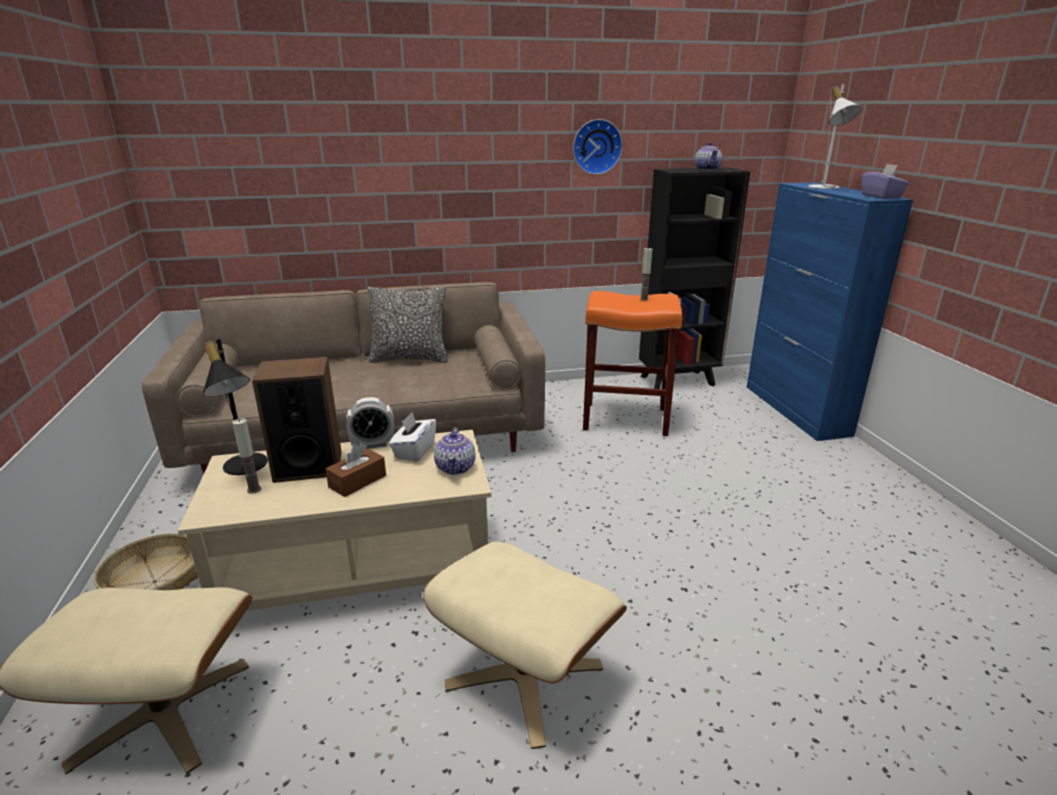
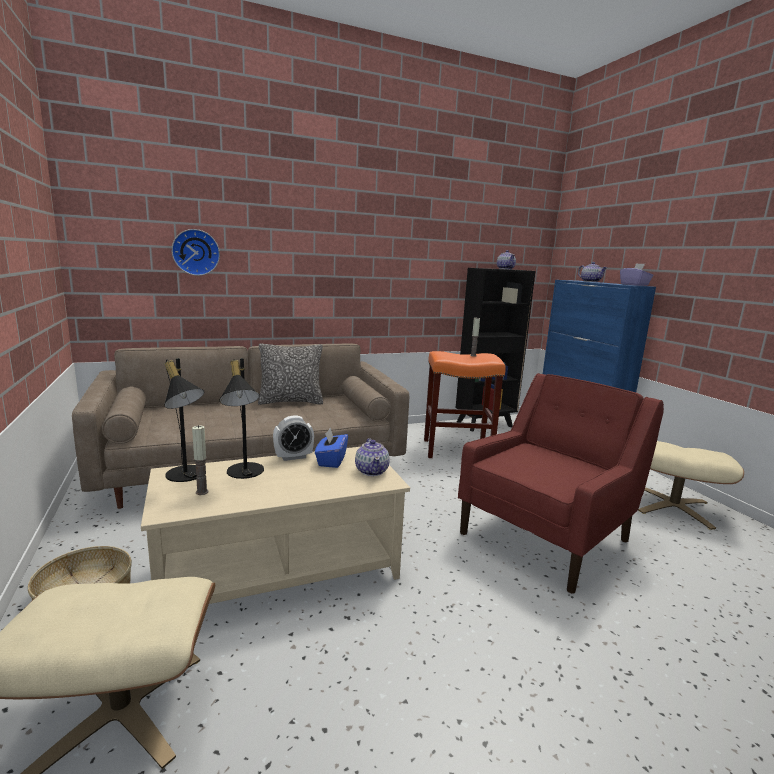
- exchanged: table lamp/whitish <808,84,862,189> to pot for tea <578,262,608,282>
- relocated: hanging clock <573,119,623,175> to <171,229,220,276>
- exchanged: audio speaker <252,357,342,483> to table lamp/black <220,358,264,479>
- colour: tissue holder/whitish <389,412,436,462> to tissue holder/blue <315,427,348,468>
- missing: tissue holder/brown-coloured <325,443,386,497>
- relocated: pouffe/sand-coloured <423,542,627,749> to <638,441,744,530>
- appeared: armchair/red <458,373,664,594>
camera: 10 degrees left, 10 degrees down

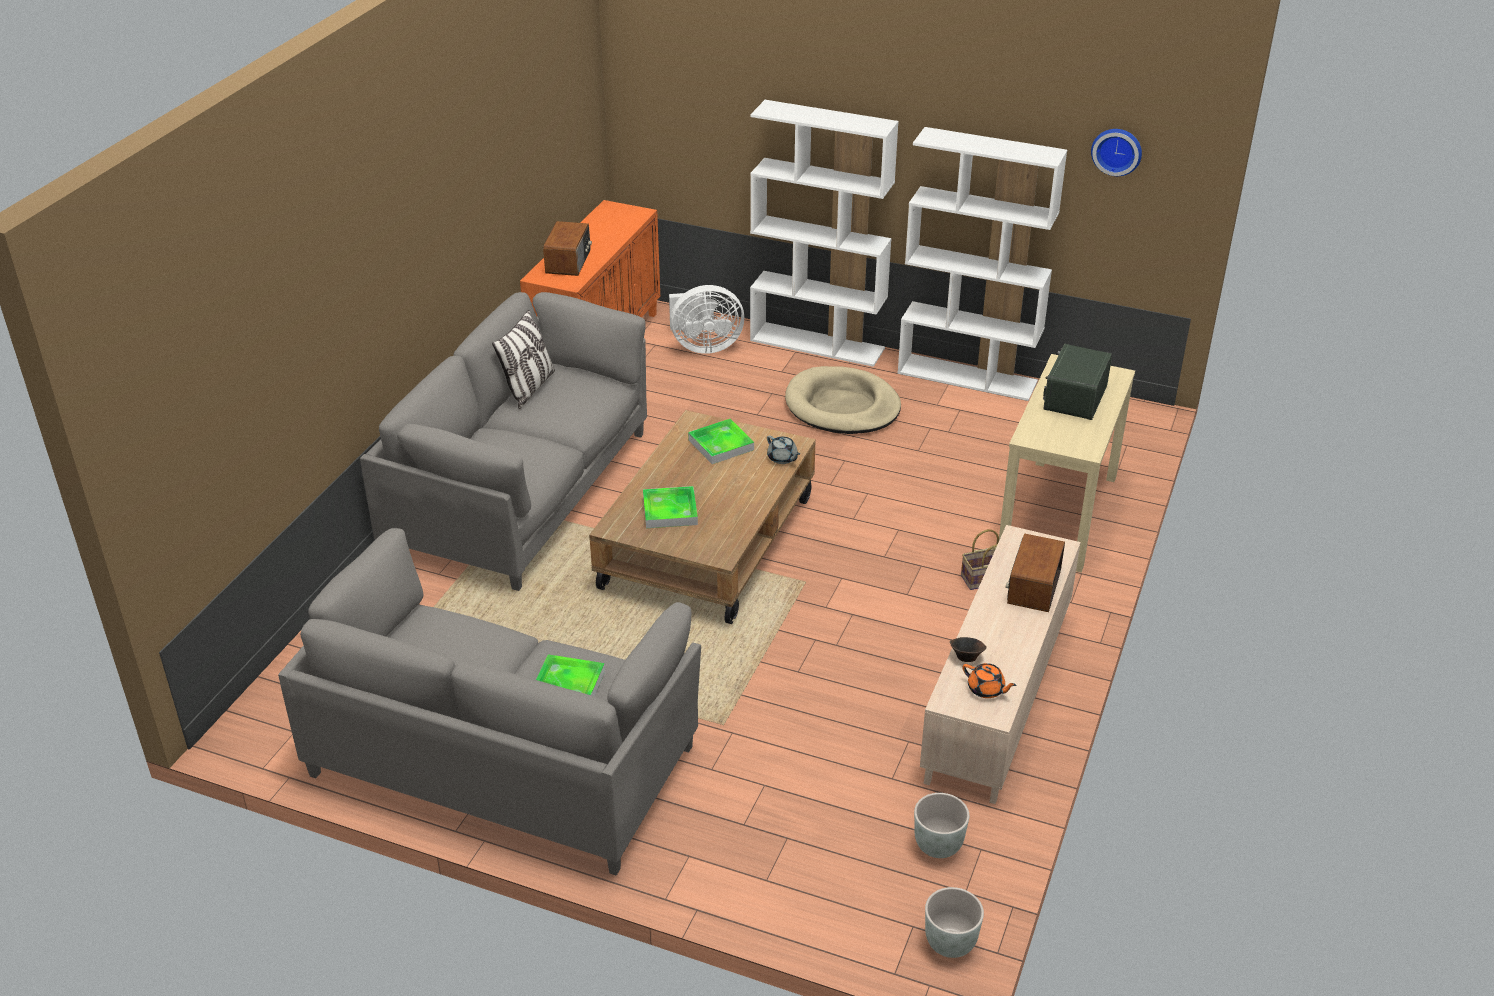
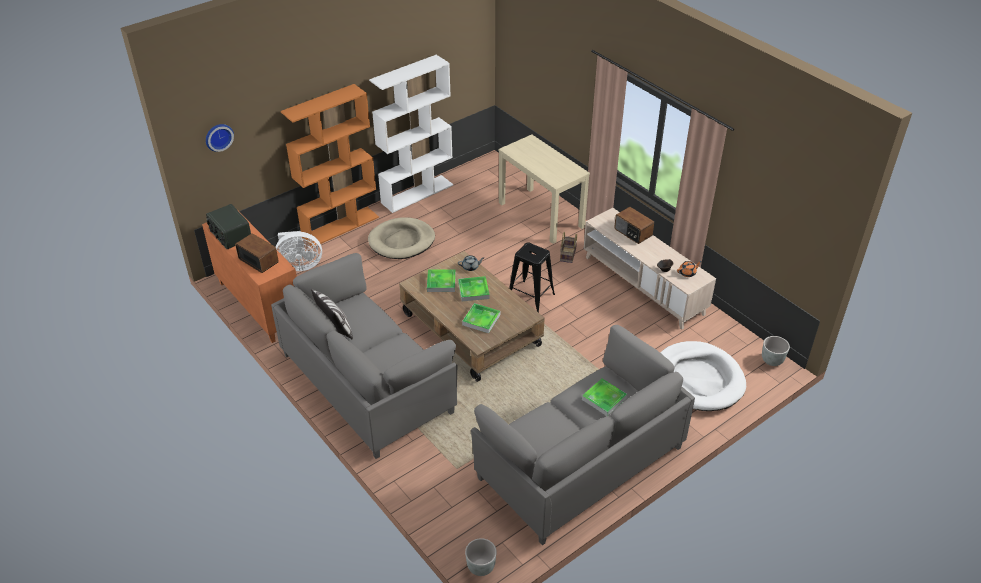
- colour: shelving unit/whitish <750,100,899,367> to shelving unit/orangey <281,84,379,248>
- relocated: hanging clock <1091,129,1142,176> to <206,124,234,152>
- spun: cooling fan/whitish <669,285,744,354> = <276,231,322,271> 60 degrees clockwise
- relocated: radio <1043,344,1112,420> to <206,204,251,250>
- relocated: flower pot/gray <914,793,969,858> to <465,538,497,576>
- appeared: stool seat/black <509,242,555,313>
- appeared: tray <458,276,490,301>
- appeared: dog bed/whitish <660,341,746,411>
camera: 60 degrees left, 5 degrees up

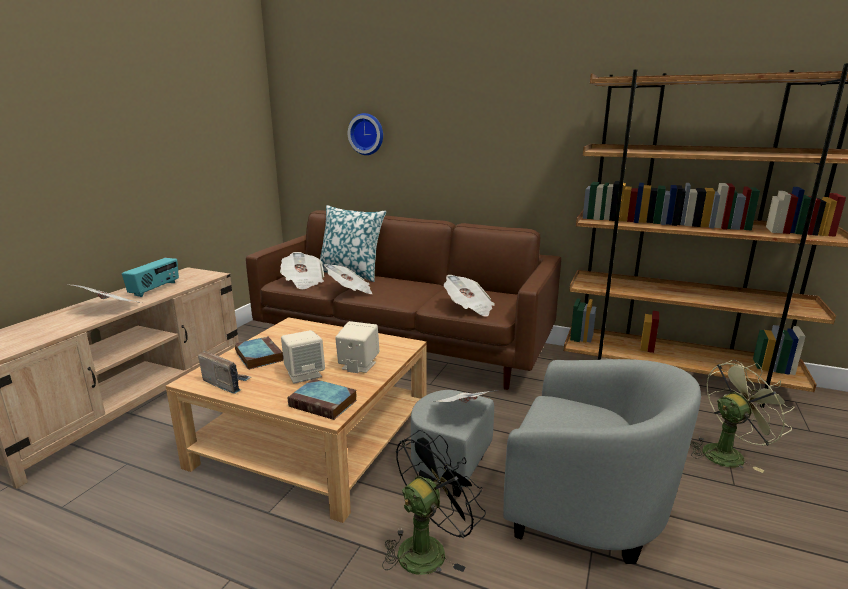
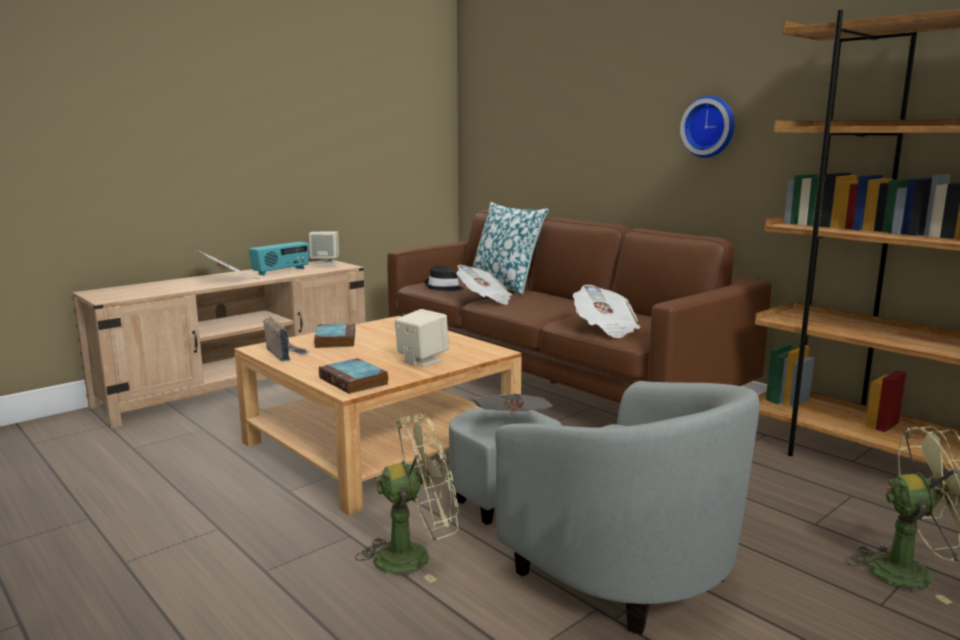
- relocated: hanging clock <348,113,383,155> to <680,96,735,158>
- exchanged: printed paper <280,252,324,289> to wearable hat/black <424,265,464,291>
- relocated: audio speaker/sand-coloured <281,330,325,384> to <309,232,339,266>
- colour: cooling fan/black <382,430,486,575> to cooling fan/green <355,414,459,583>
camera: 25 degrees right, 5 degrees down

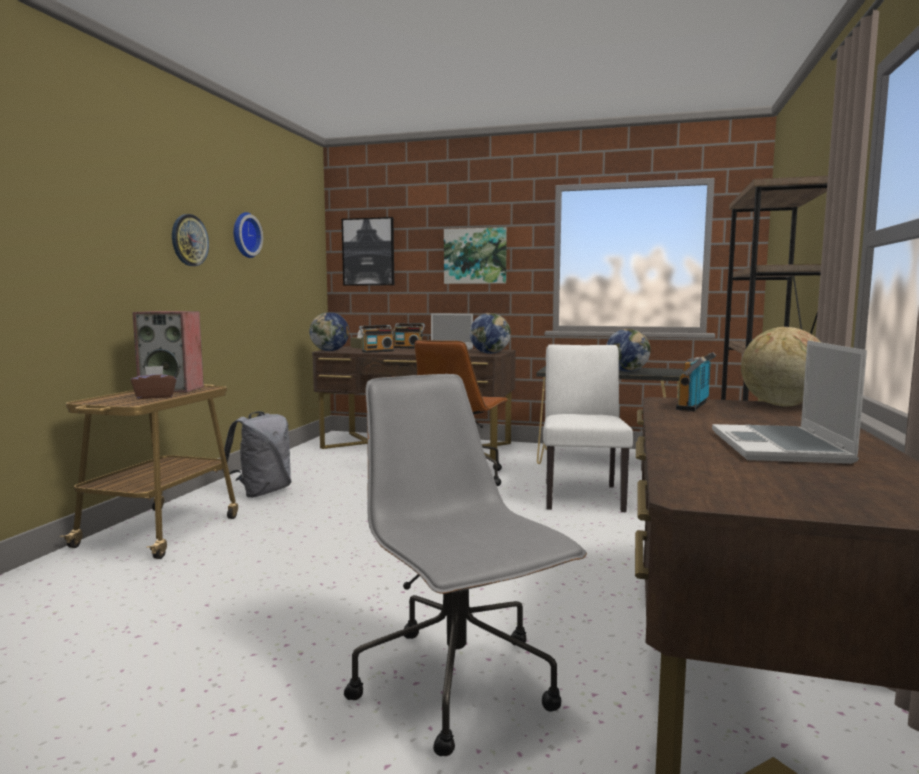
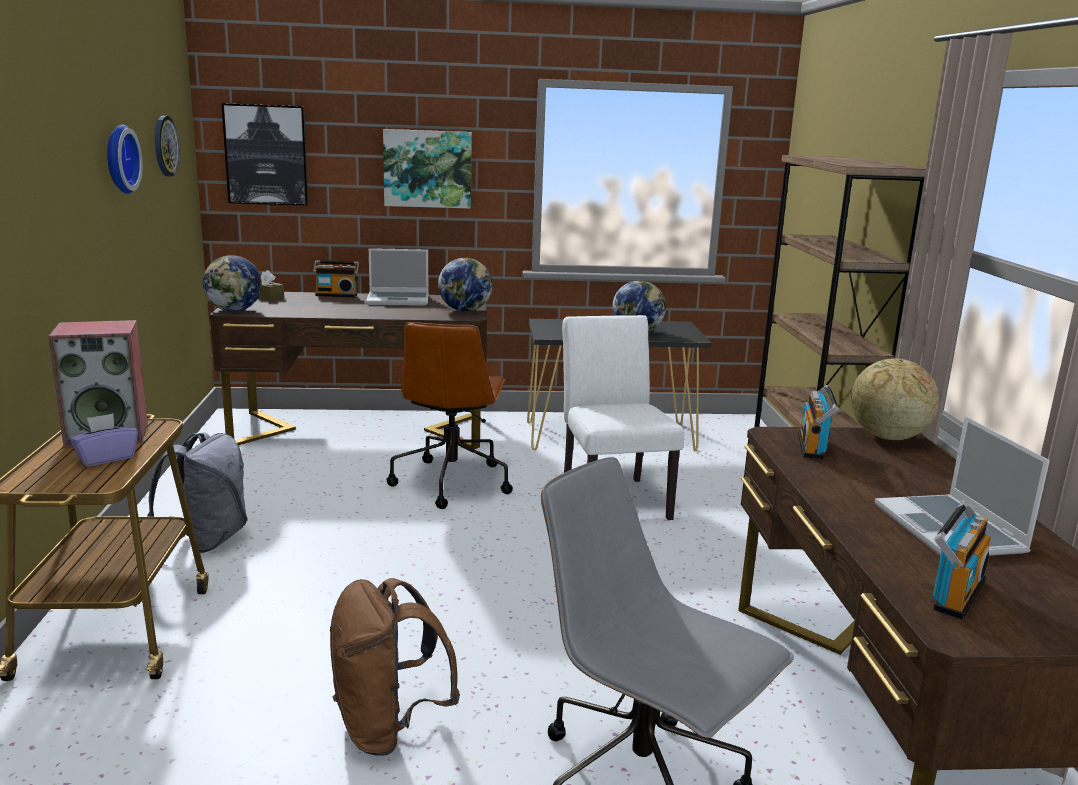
- relocated: hanging clock <172,214,209,266> to <155,116,179,177>
- relocated: radio <359,325,394,353> to <933,502,991,620>
- colour: tissue holder/brown-coloured <131,366,176,399> to tissue holder/purple-coloured <70,413,138,467>
- appeared: knapsack/brown-coloured <330,578,460,756>
camera: 20 degrees left, 10 degrees up

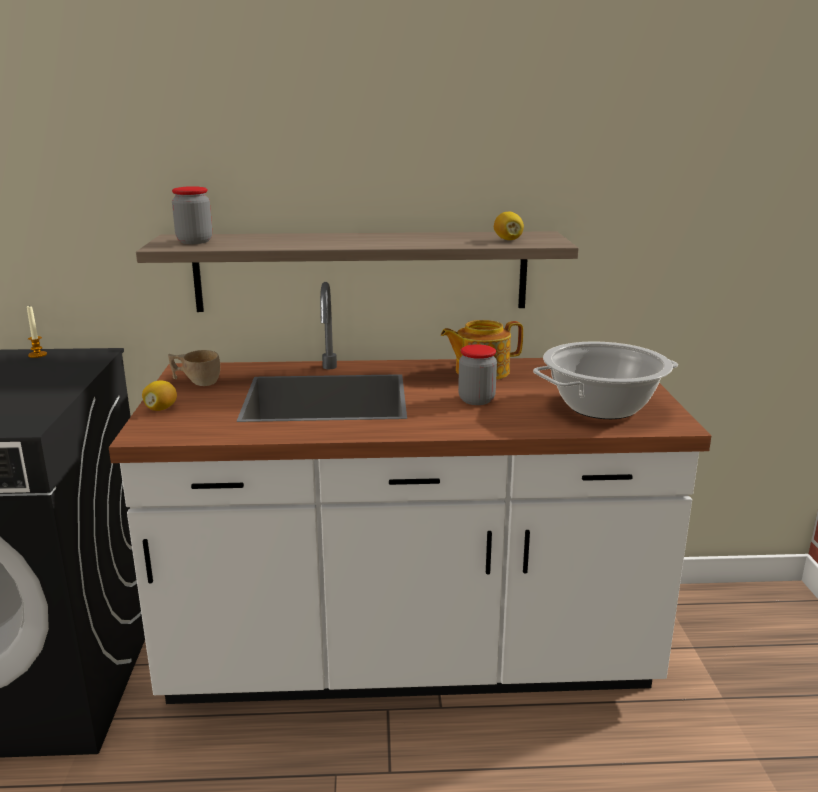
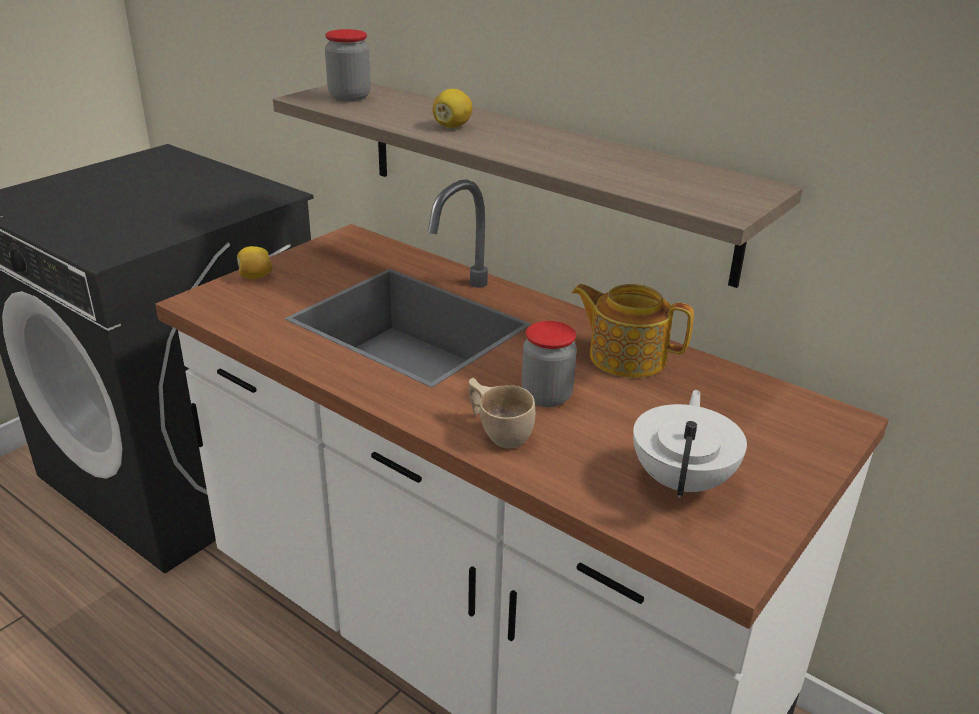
- relocated: citrus fruit <494,212,524,240> to <433,89,472,128>
- missing: candle <27,306,47,358>
- exchanged: stockpot <533,341,678,419> to pot for tea/whitish <633,390,747,498>
- relocated: drinking cup/sand-coloured <168,350,220,386> to <469,378,535,449>
camera: 40 degrees right, 10 degrees up

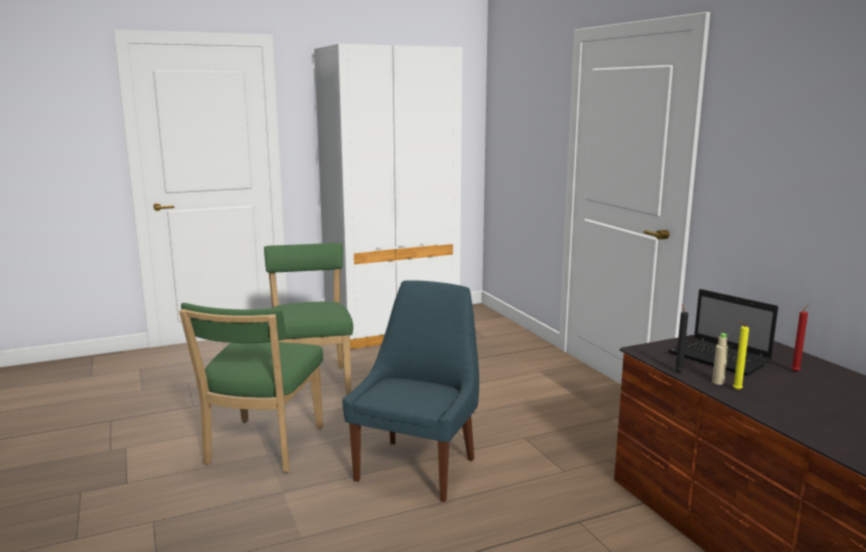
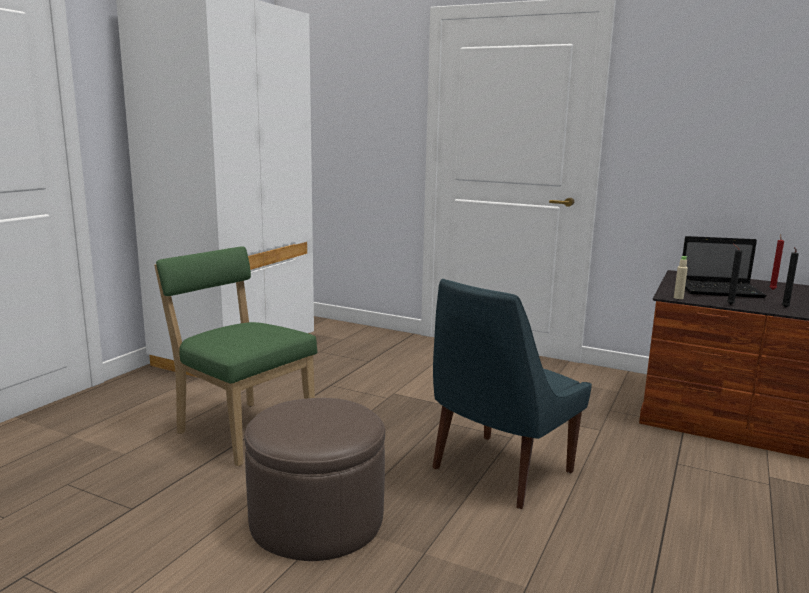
- spun: chair/blue <342,280,479,502> = <432,279,592,509> 120 degrees counterclockwise
- exchanged: chair/green <179,303,323,473> to pouffe/brown-coloured <245,398,385,561>
- colour: candle/yellow <733,320,749,390> to candle/black <782,247,799,308>
- relocated: beverage bottle/sand-coloured <712,333,729,385> to <674,256,688,299>
camera: 40 degrees left, 0 degrees up

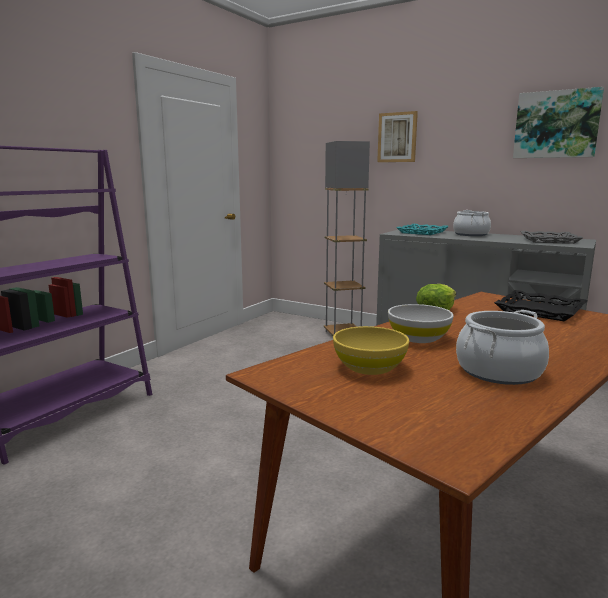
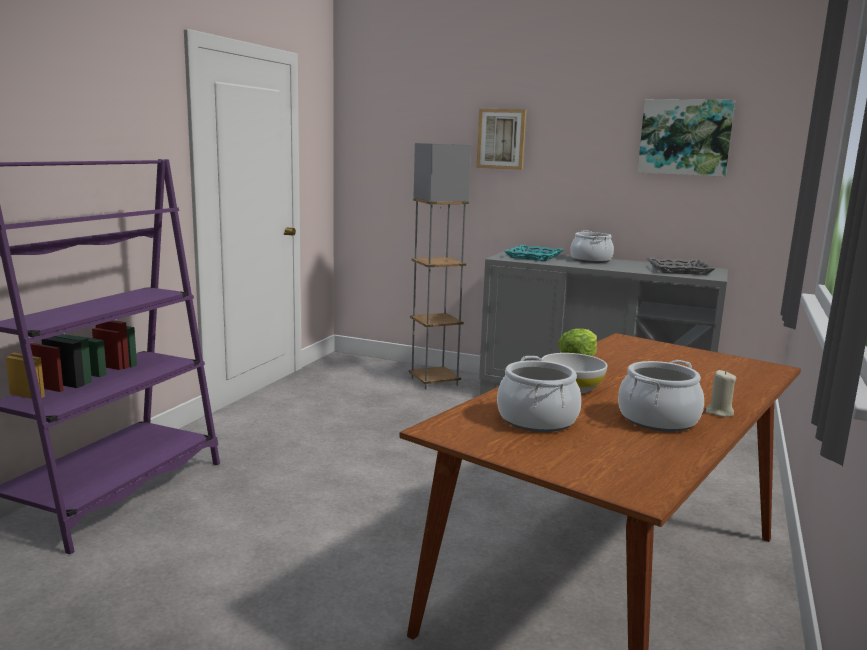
- missing: tray/black <494,290,587,321>
- exchanged: bowl/yellow <333,326,409,375> to stockpot <497,356,581,432>
- appeared: candle/sand-coloured <706,370,736,417>
camera: 10 degrees left, 0 degrees up

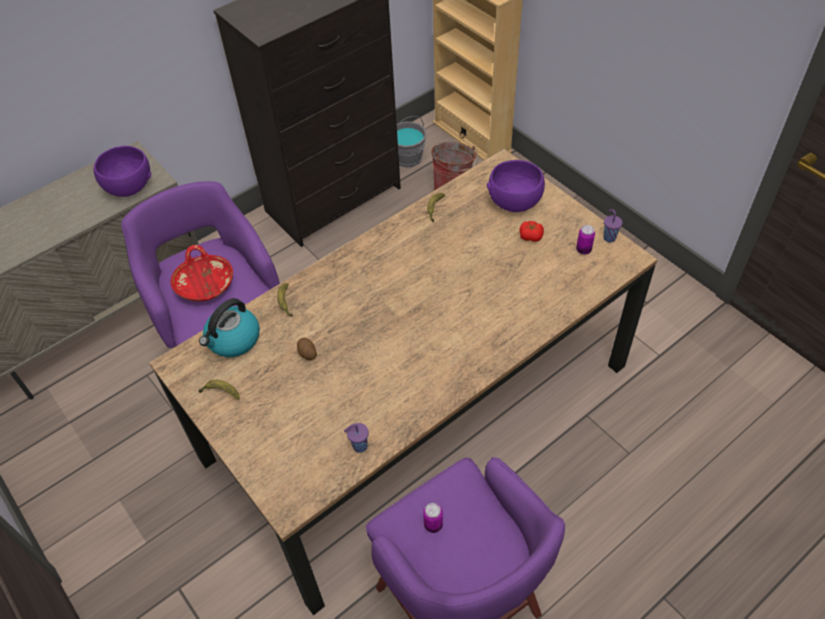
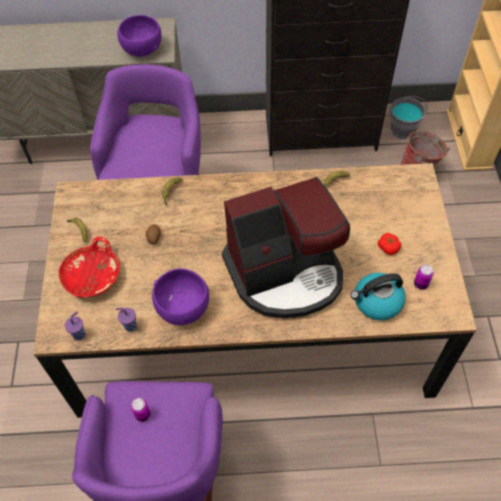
- relocated: bowl/purple-coloured <487,160,545,212> to <152,268,209,325>
- relocated: drinking cup/purple-coloured <603,209,622,243> to <65,312,85,341>
- relocated: bowl/red <171,245,233,301> to <59,236,120,298>
- relocated: kettle <199,298,260,357> to <351,273,406,320>
- appeared: coffee machine <222,177,350,318>
camera: 35 degrees right, 5 degrees up

